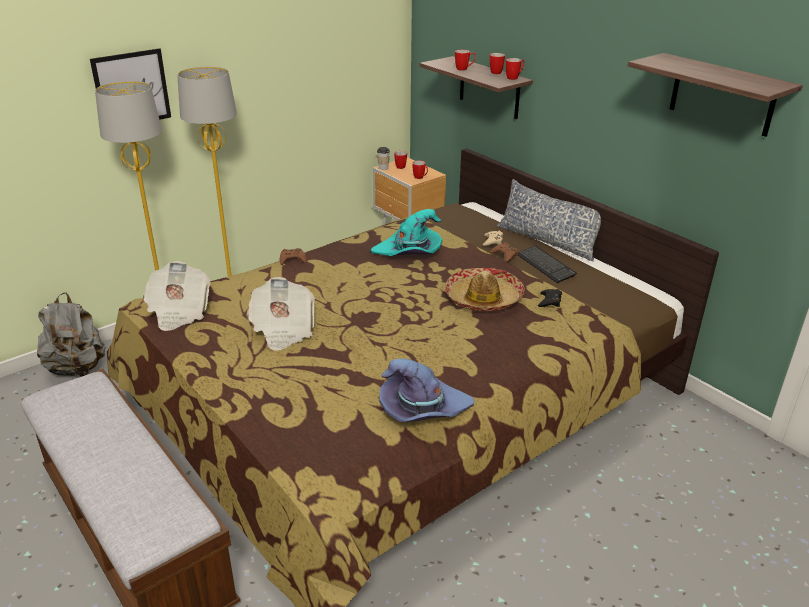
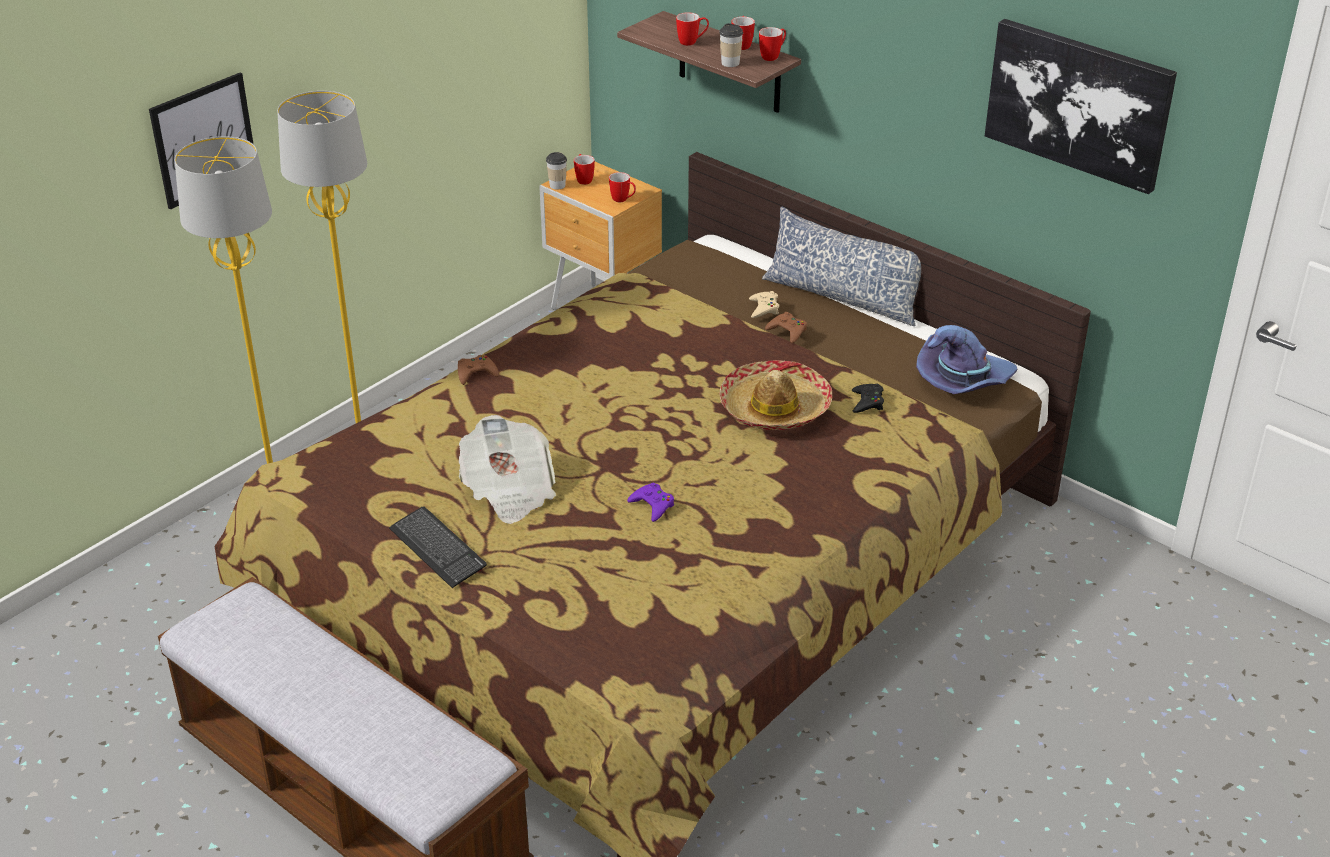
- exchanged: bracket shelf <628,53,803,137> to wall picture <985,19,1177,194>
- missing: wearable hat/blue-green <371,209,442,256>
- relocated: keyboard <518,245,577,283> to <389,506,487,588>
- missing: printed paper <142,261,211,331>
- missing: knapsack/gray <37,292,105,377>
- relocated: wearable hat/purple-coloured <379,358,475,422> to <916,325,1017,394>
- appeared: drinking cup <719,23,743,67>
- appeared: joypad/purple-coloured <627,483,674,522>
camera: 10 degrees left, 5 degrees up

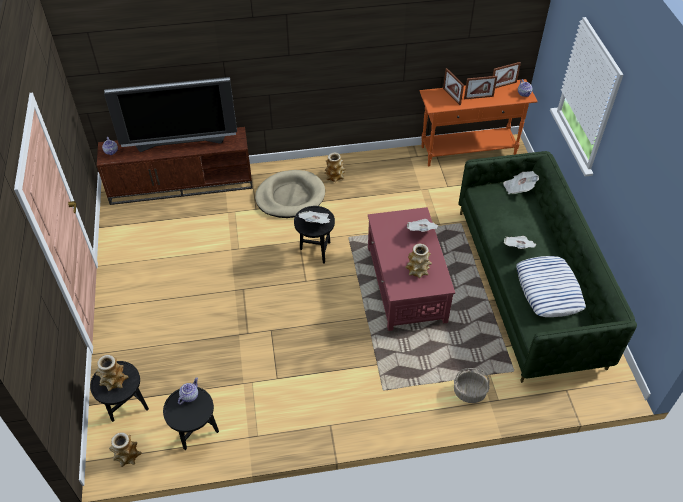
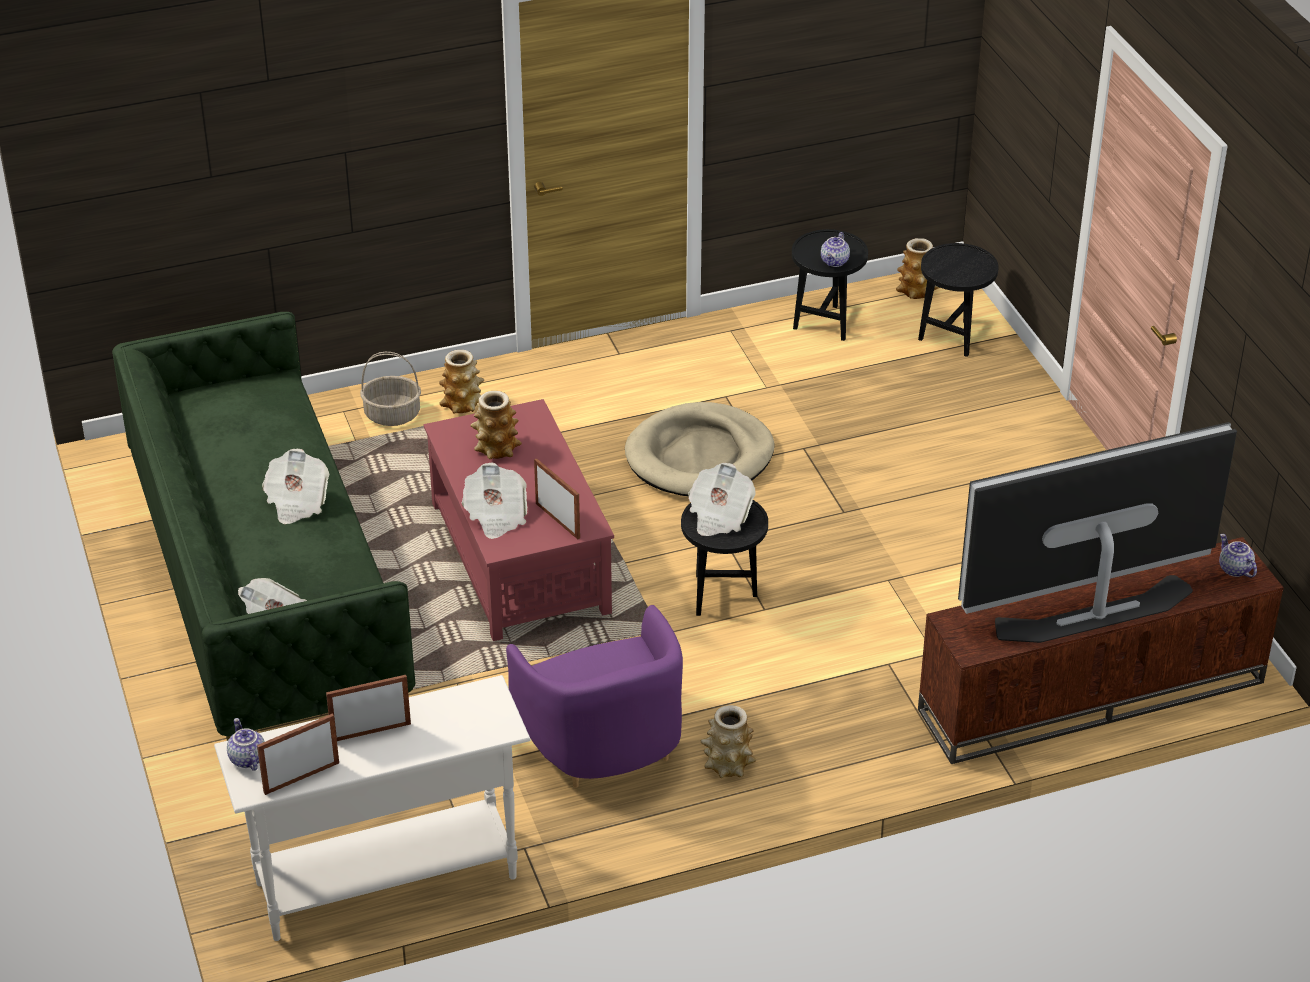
- relocated: photo frame <443,68,464,105> to <534,458,580,539>
- colour: narrow table/orangey <420,79,538,166> to narrow table/whitish <214,675,531,941>
- relocated: dog bed/sand-coloured <255,170,325,218> to <625,402,775,496>
- missing: pillow <516,256,586,317>
- relocated: flower vase <95,355,128,391> to <439,350,484,414>
- appeared: armchair/purple-coloured <506,605,683,788>
camera: 170 degrees right, 10 degrees down

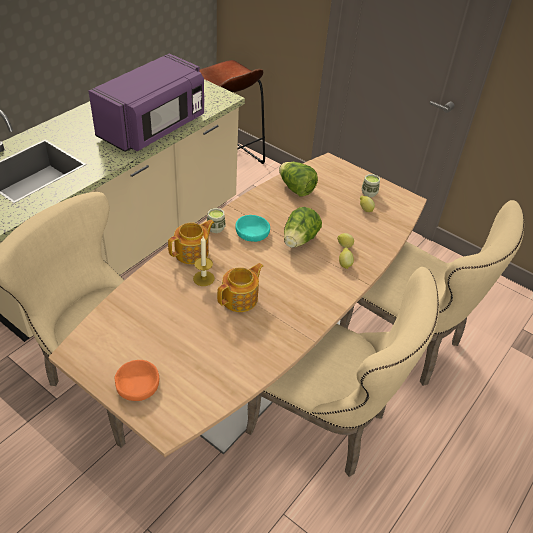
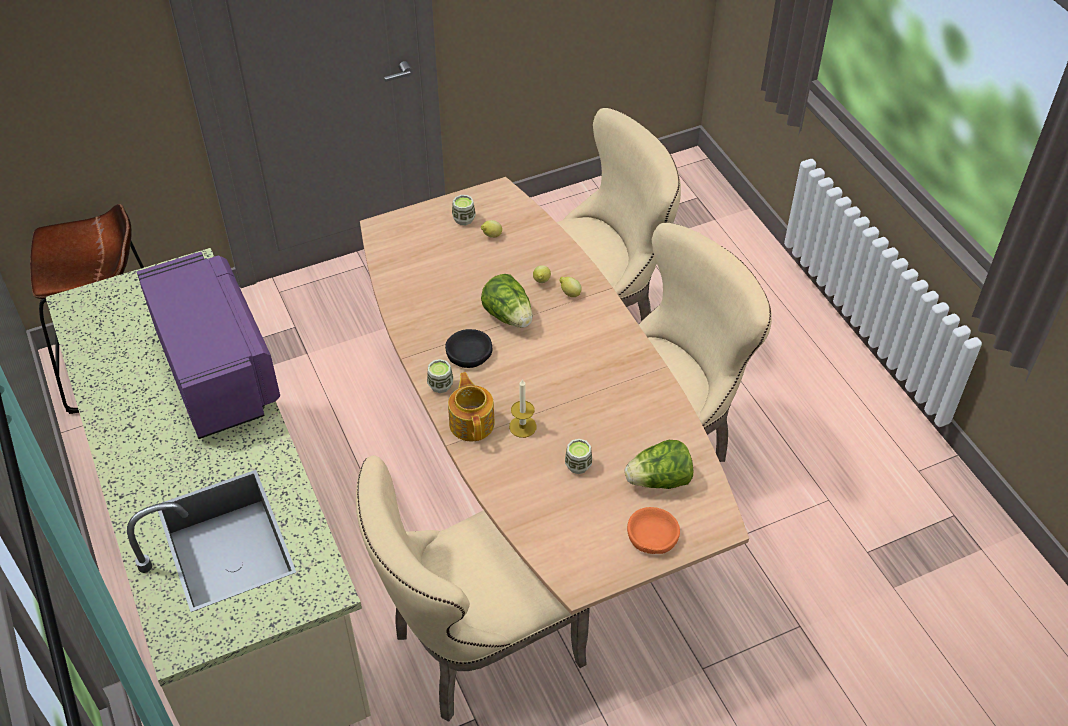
- relocated: lettuce head <279,162,318,197> to <625,440,693,489>
- colour: bowl/blue-green <235,215,270,242> to bowl/black <445,329,492,368>
- missing: pot for tea <217,263,263,312>
- appeared: drinking cup <565,439,592,474>
camera: 60 degrees left, 5 degrees up

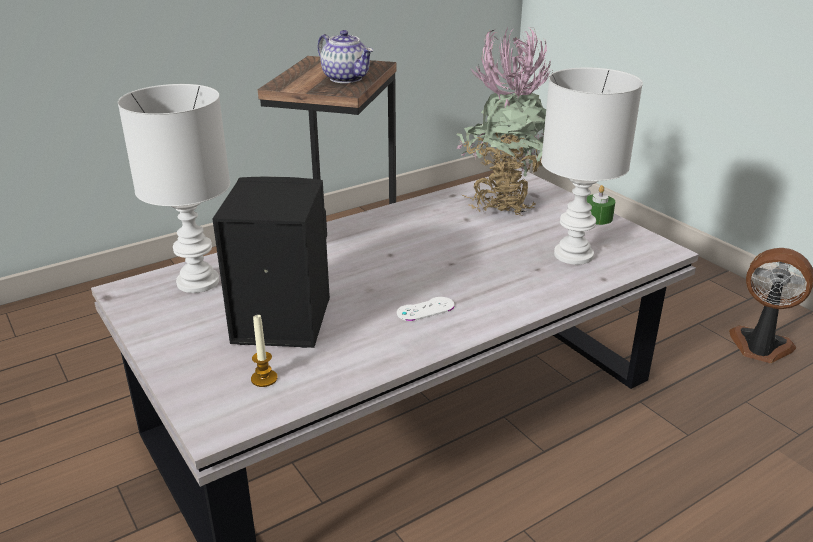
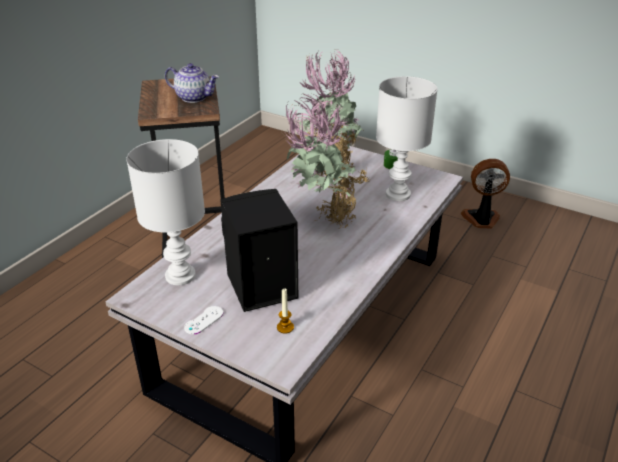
- relocated: joypad/whitish <397,297,454,321> to <184,306,224,334>
- appeared: plant in a pot <285,94,371,229>
camera: 25 degrees left, 5 degrees up

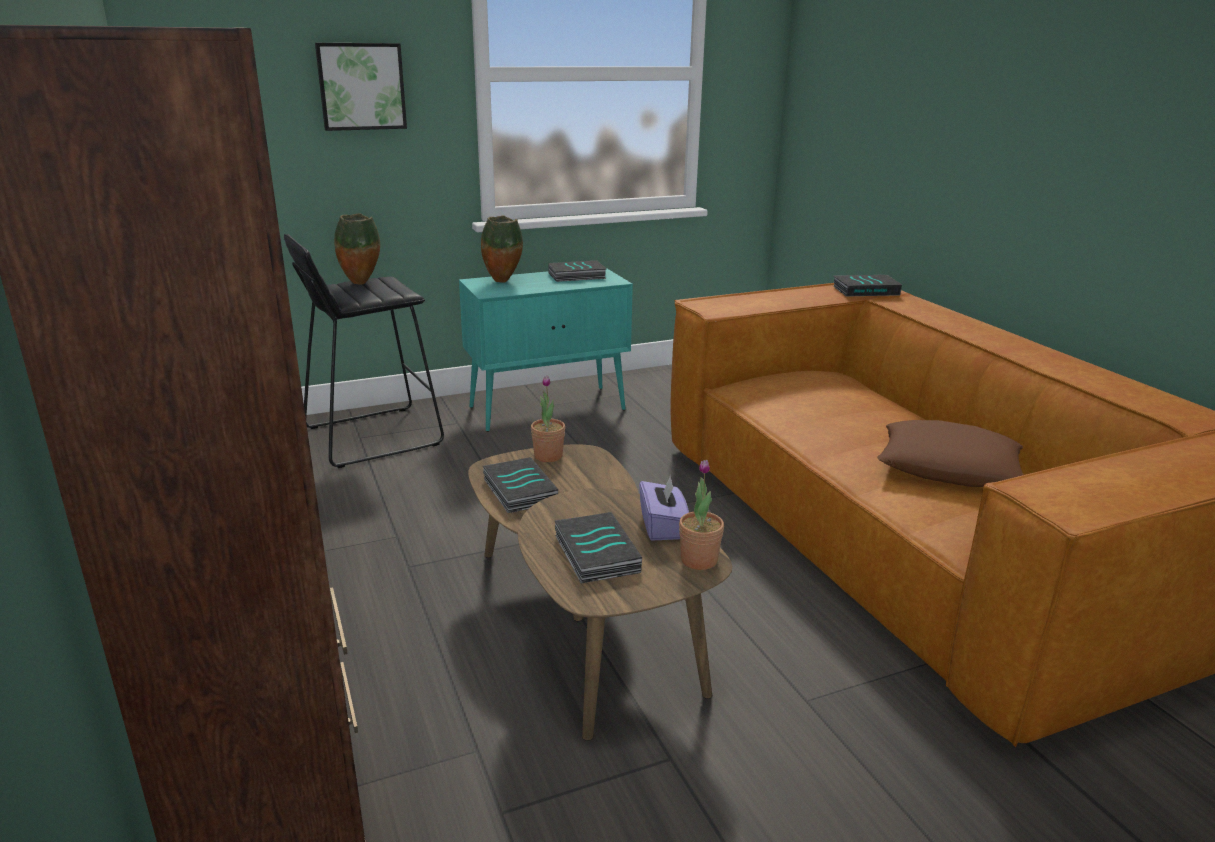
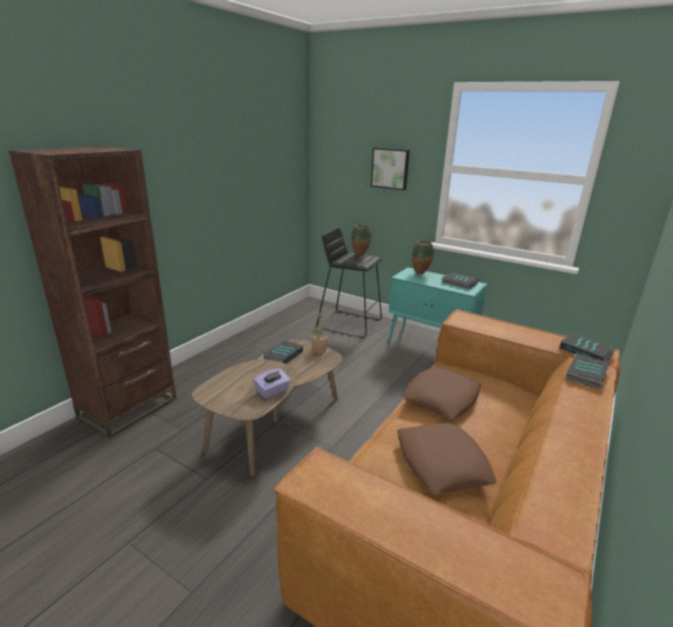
- missing: plant in a pot <679,460,724,570>
- relocated: book <554,512,642,583> to <565,353,609,389>
- appeared: pillow/brown-coloured <403,368,481,419>
camera: 55 degrees right, 0 degrees up

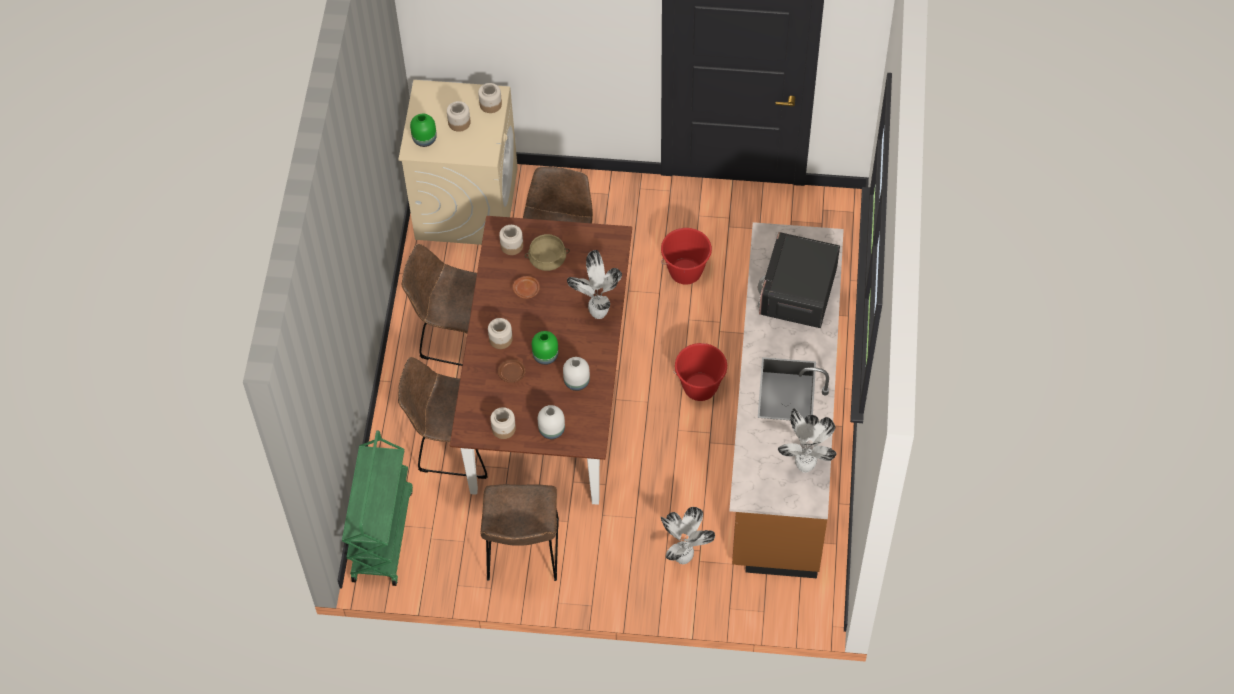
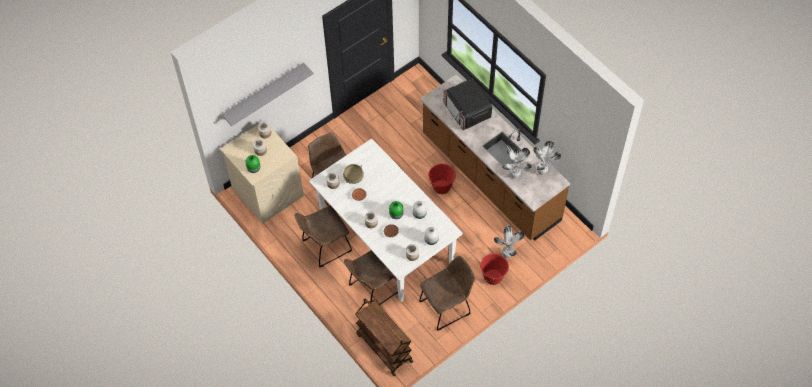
- colour: kitchen table/brown-coloured <450,216,632,505> to kitchen table/whitish <309,139,463,302>
- relocated: bucket/red <661,228,712,285> to <480,253,509,285>
- relocated: plant in a pot <567,250,622,319> to <502,146,532,179>
- colour: trolley/green <342,431,413,586> to trolley/brown-coloured <355,299,413,376>
- spun: chair/brown-coloured <480,484,559,581> = <419,256,475,331> 75 degrees counterclockwise
- appeared: bracket shelf/gray <222,63,313,126>
camera: 45 degrees left, 0 degrees up

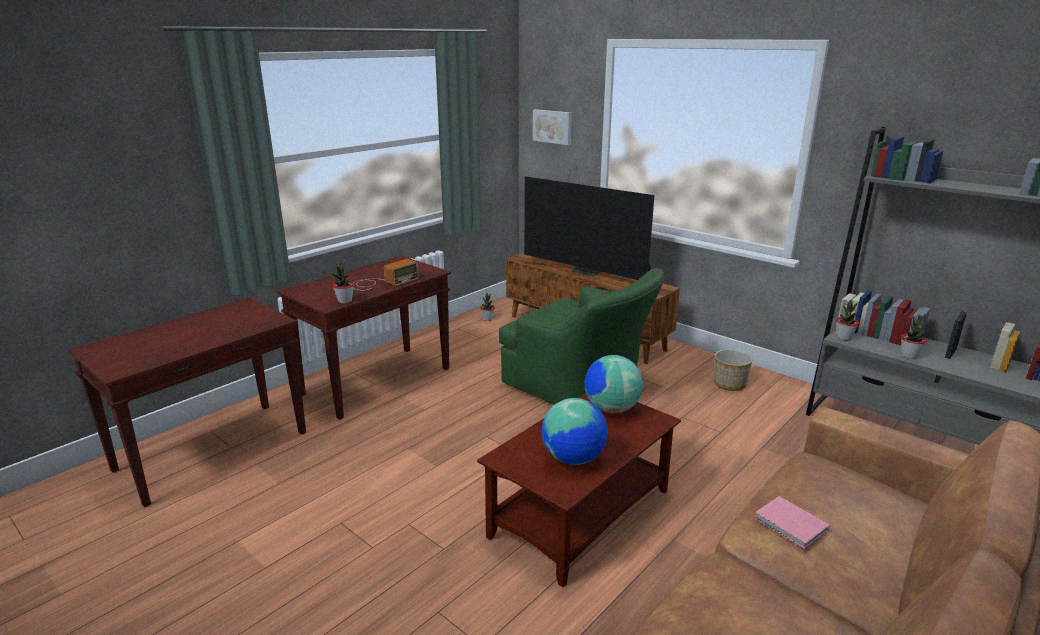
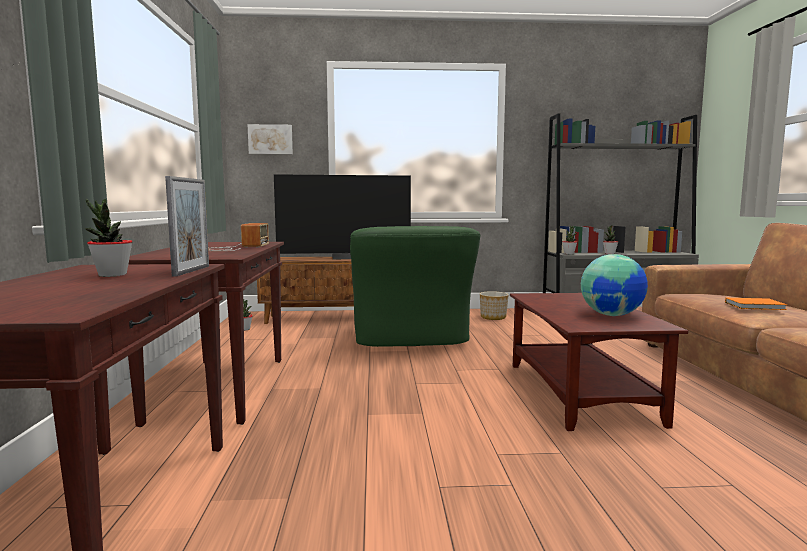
- relocated: plant in a pot <332,262,354,303> to <85,199,132,277>
- spun: armchair/green <499,268,665,405> = <350,226,481,347> 90 degrees clockwise
- missing: globe <584,355,643,413>
- colour: book/pink-coloured <754,496,830,549> to book/orangey <725,298,787,310>
- appeared: photo frame <165,176,209,277>
camera: 45 degrees left, 15 degrees down

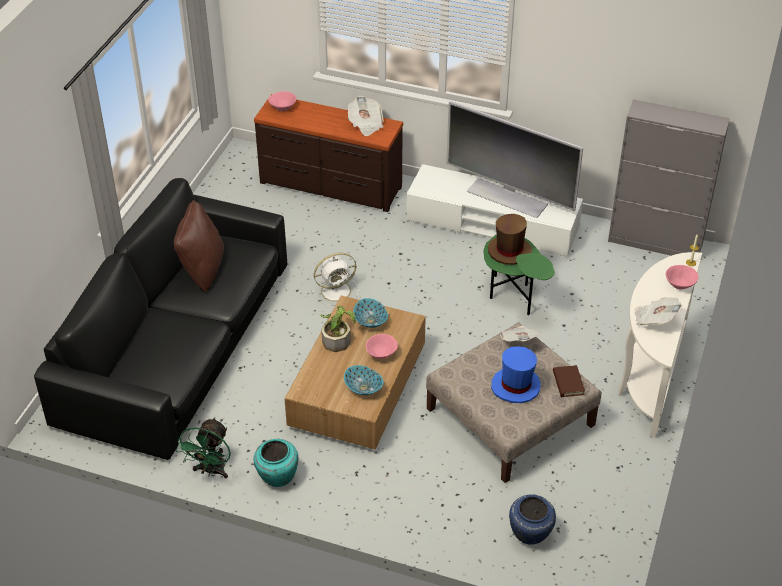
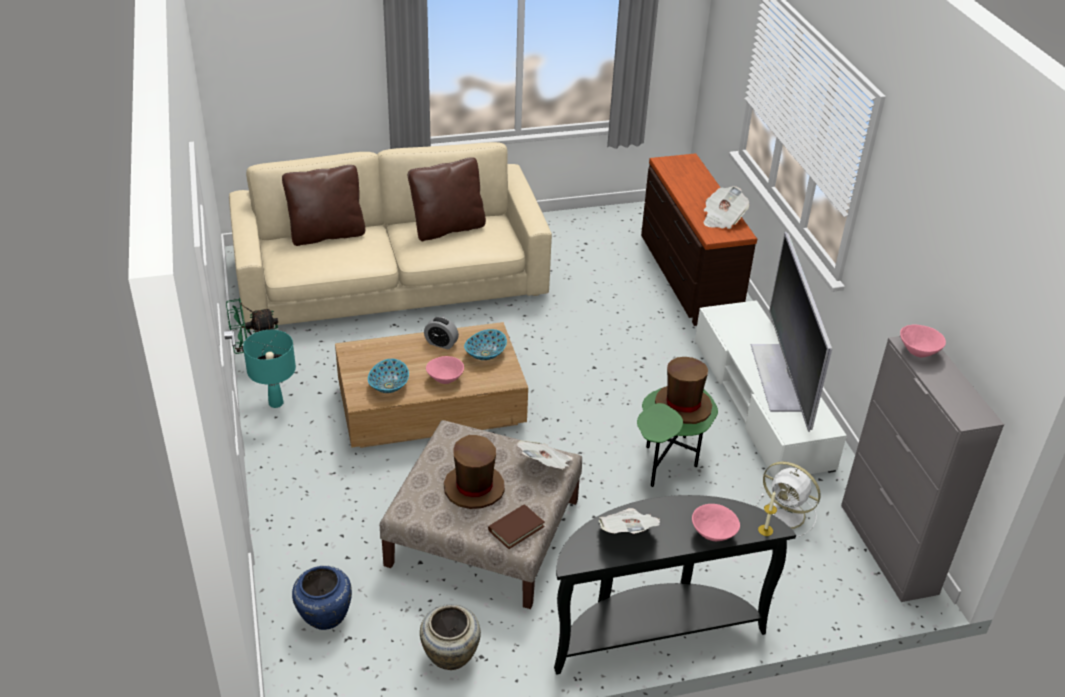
- relocated: bowl/pink-coloured <268,91,296,111> to <900,325,946,357>
- colour: couch/black <34,178,287,460> to couch/sand-coloured <229,142,552,330>
- colour: narrow table/whitish <618,252,702,438> to narrow table/black <554,495,796,675>
- relocated: cooling fan/whitish <312,253,359,306> to <756,462,820,537>
- exchanged: plant in a pot <319,305,356,352> to table clock <424,317,459,350>
- colour: wearable hat/blue <491,346,541,403> to wearable hat/brown-coloured <444,435,505,509>
- exchanged: flower vase/blue-green <254,439,298,487> to table lamp/blue-green <243,330,296,408>
- appeared: pillow/brown-coloured <282,165,365,246>
- appeared: flower vase/sand-coloured <420,604,481,670>
camera: 55 degrees right, 5 degrees down

